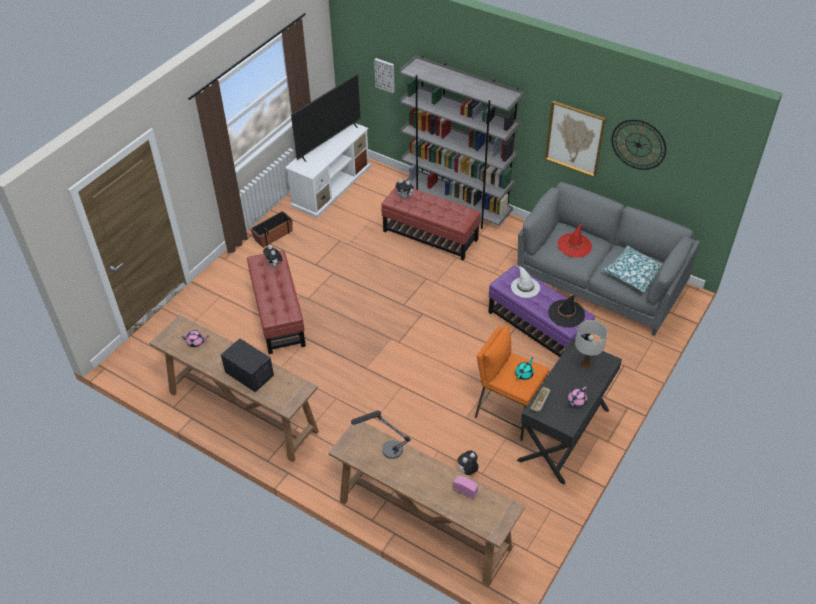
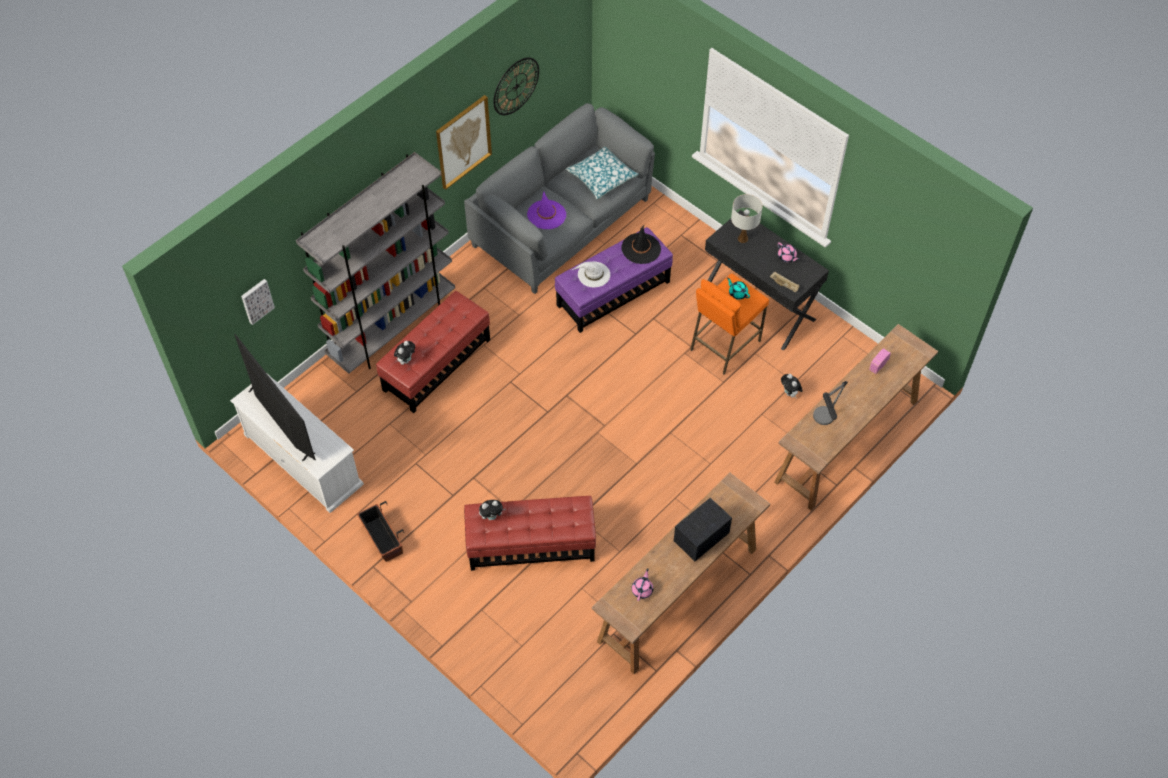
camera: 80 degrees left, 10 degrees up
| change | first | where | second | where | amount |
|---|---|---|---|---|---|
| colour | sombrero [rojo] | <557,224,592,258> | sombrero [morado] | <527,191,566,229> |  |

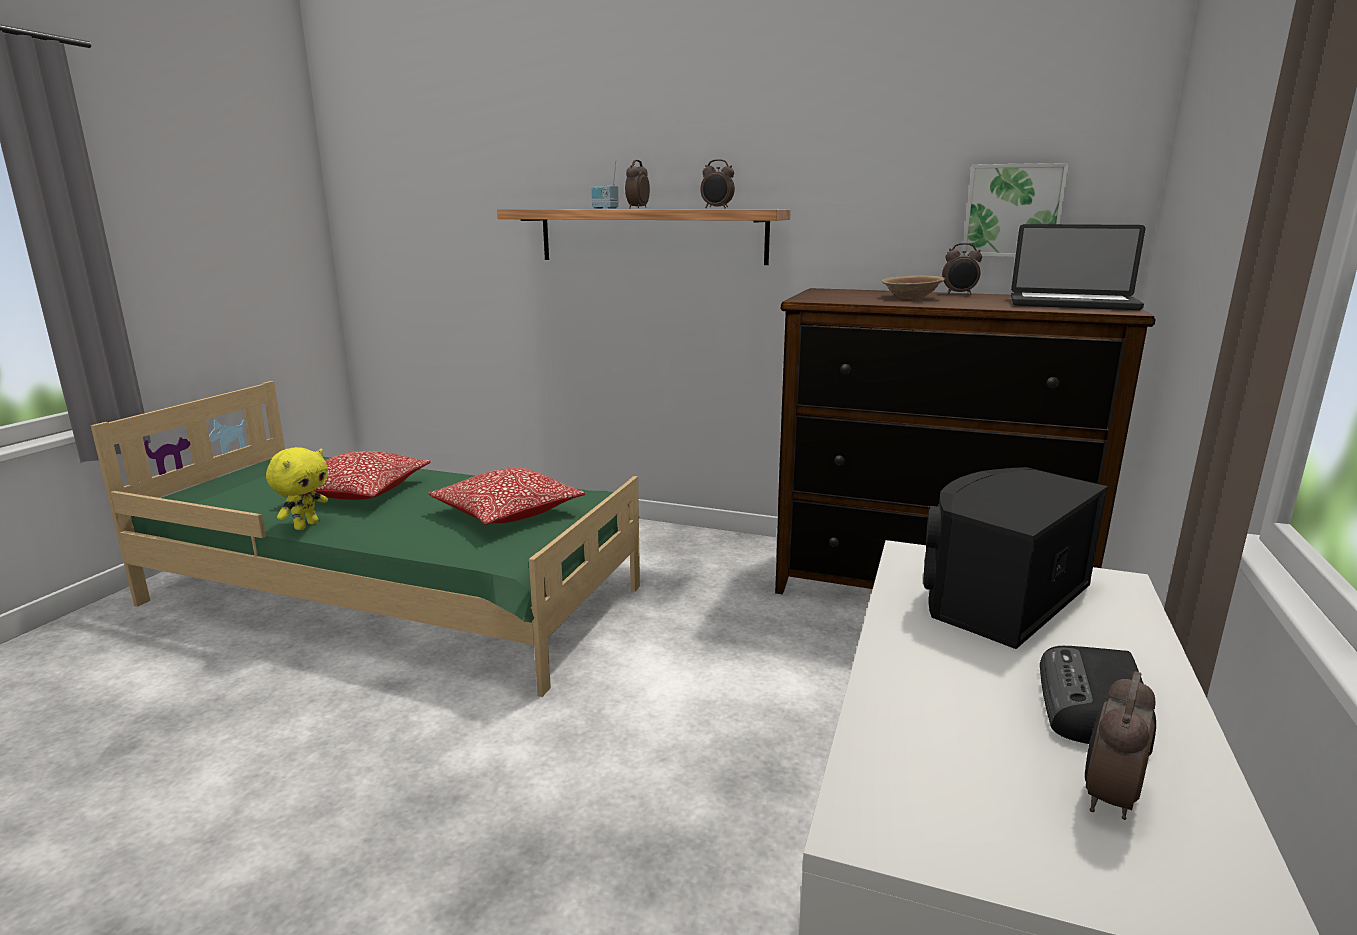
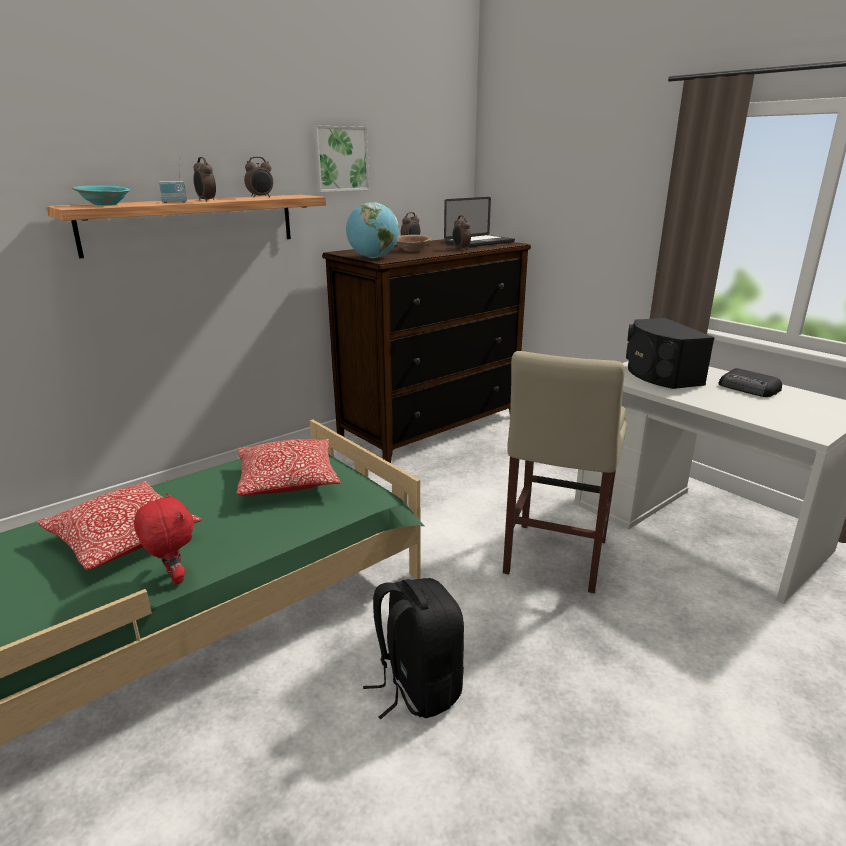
camera: 60 degrees left, 5 degrees up
| change | first | where | second | where | amount |
|---|---|---|---|---|---|
| colour | peluche [amarillo] | <266,447,328,530> | peluche [rojo] | <134,493,194,585> |  |
| relocated | cuadro | <962,163,1069,257> |  | <312,125,369,192> |  |
| relocated | despertador | <1085,671,1155,820> |  | <452,215,471,250> |  |
| appeared |  |  | cuenco [turquesa] | <72,185,130,206> |  |
| appeared |  |  | globo terráqueo | <346,202,399,258> |  |
| appeared |  |  | mochila [negro] | <363,578,464,720> |  |
| appeared |  |  | taburete [beis] | <503,351,627,593> |  |

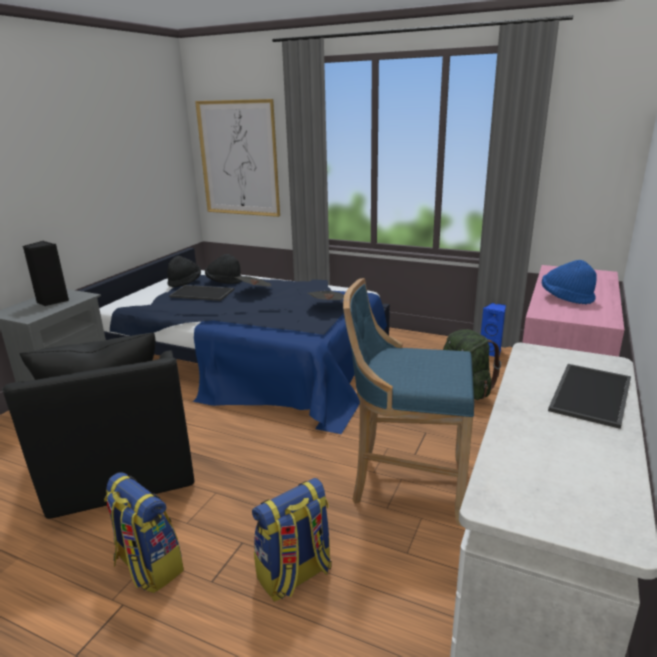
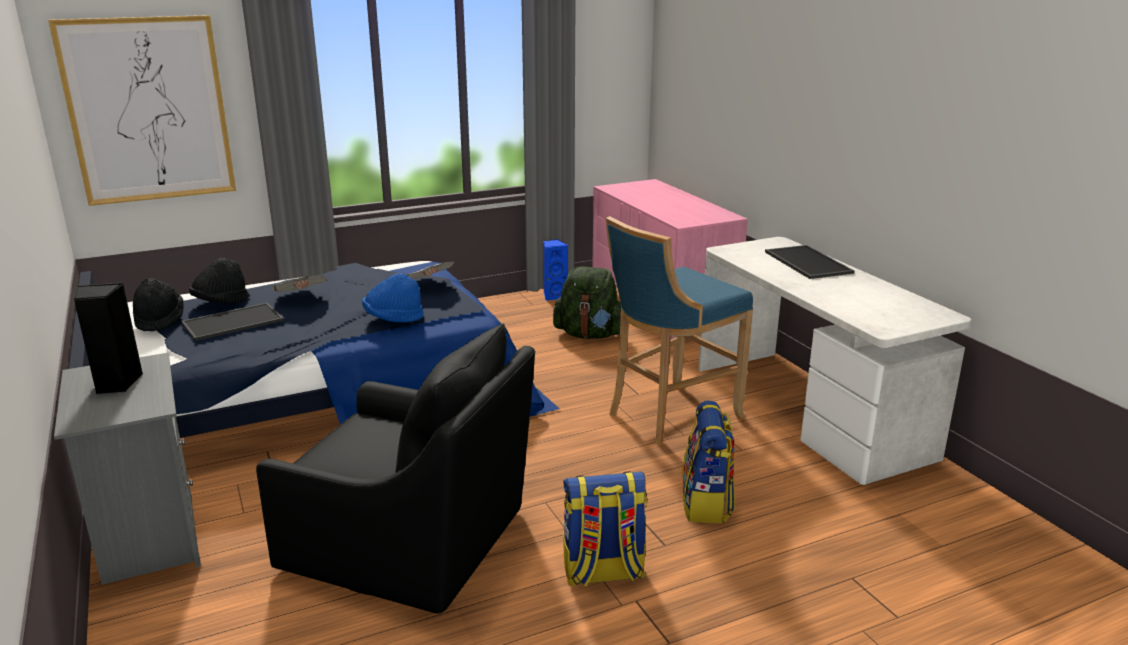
camera: 50 degrees left, 0 degrees up
| change | first | where | second | where | amount |
|---|---|---|---|---|---|
| relocated | sombrero [azul] | <541,260,597,305> |  | <362,273,424,322> |  |

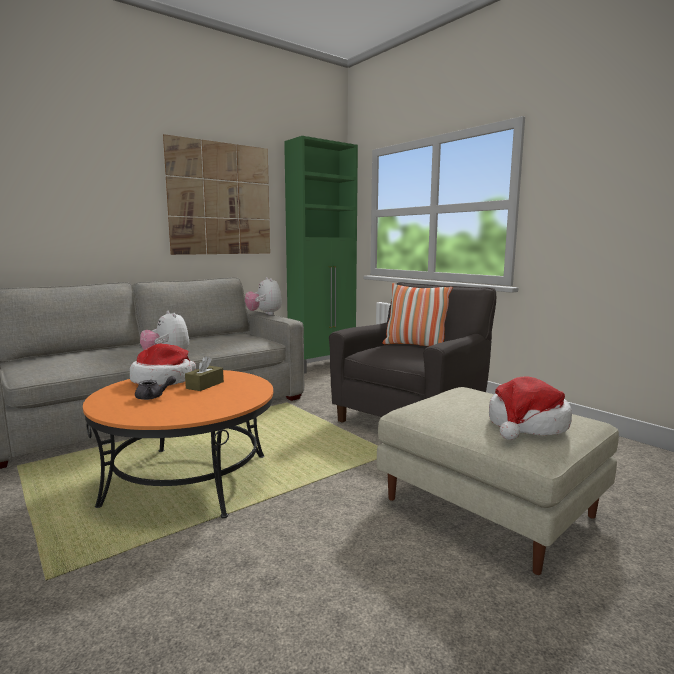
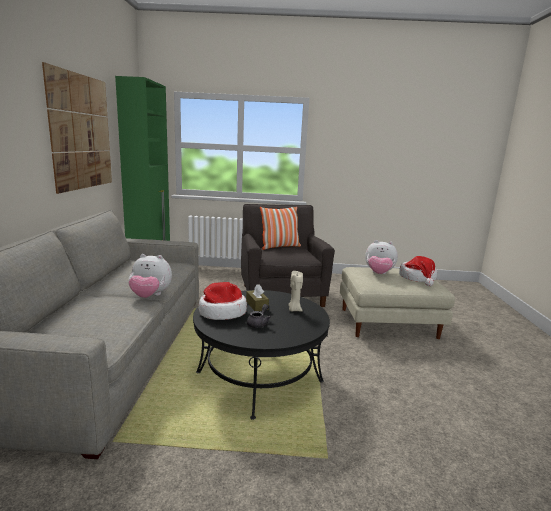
camera: 50 degrees left, 5 degrees up
| change | first | where | second | where | amount |
|---|---|---|---|---|---|
| colour | mesa de centro [naranja] | <83,370,273,518> | mesa de centro [negro] | <193,290,330,420> |  |
| relocated | peluche | <245,277,282,315> |  | <365,240,398,274> |  |
| appeared |  |  | vela [beis] | <288,271,303,311> |  |

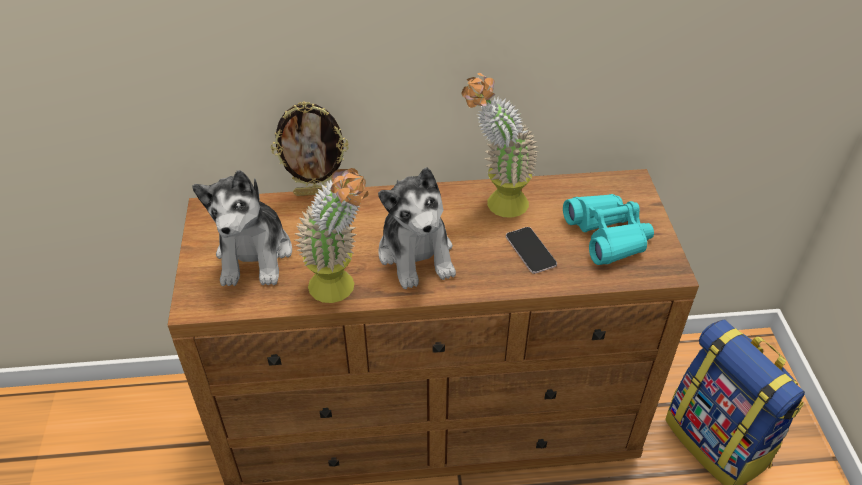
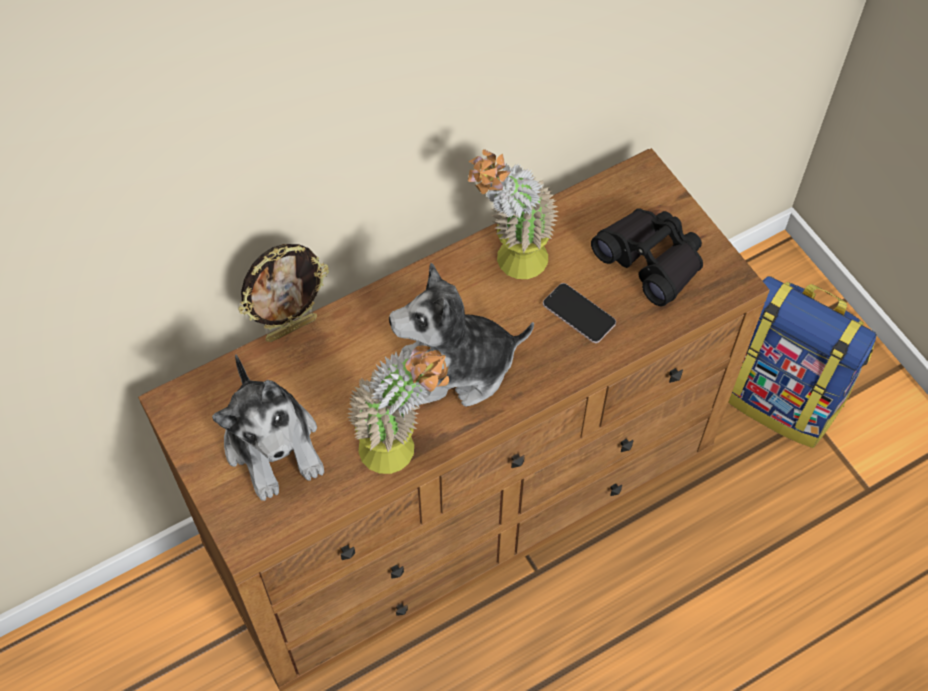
camera: 25 degrees left, 15 degrees up
| change | first | where | second | where | amount |
|---|---|---|---|---|---|
| spun | peluche | <378,167,456,289> |  | <389,263,534,407> | 120 degrees clockwise |
| colour | prismáticos [turquesa] | <563,194,654,265> | prismáticos [negro] | <591,208,703,306> |  |

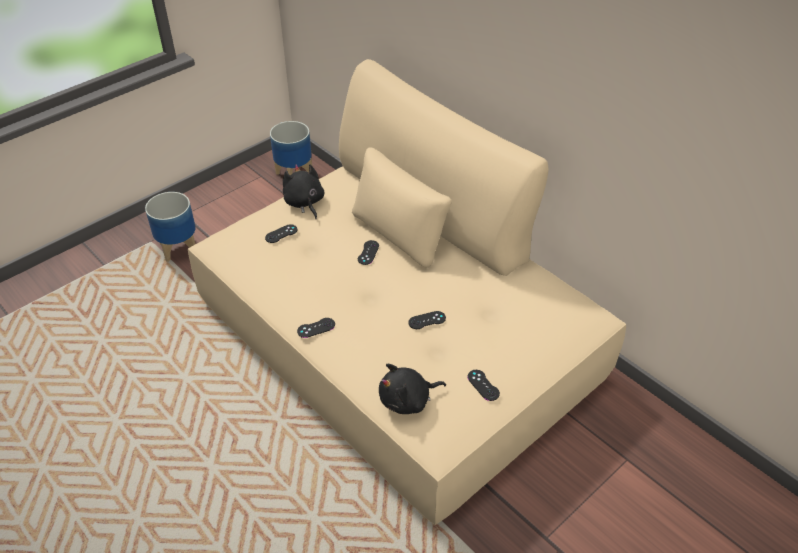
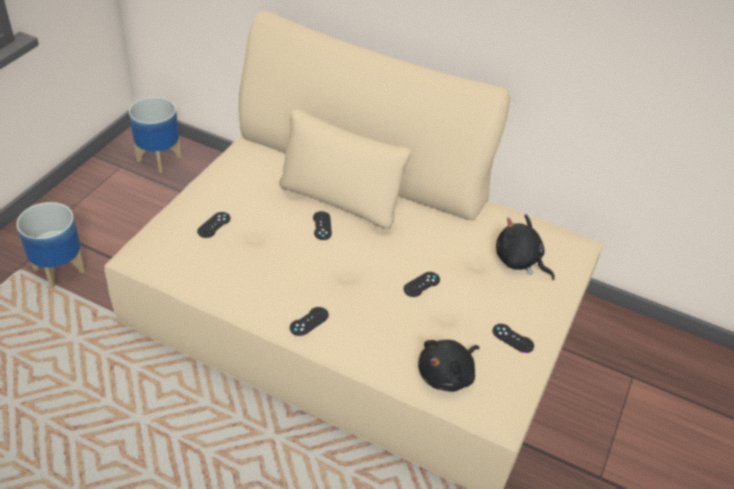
camera: 25 degrees left, 0 degrees up
| change | first | where | second | where | amount |
|---|---|---|---|---|---|
| relocated | peluche [negro] | <283,164,324,219> |  | <496,214,555,280> |  |

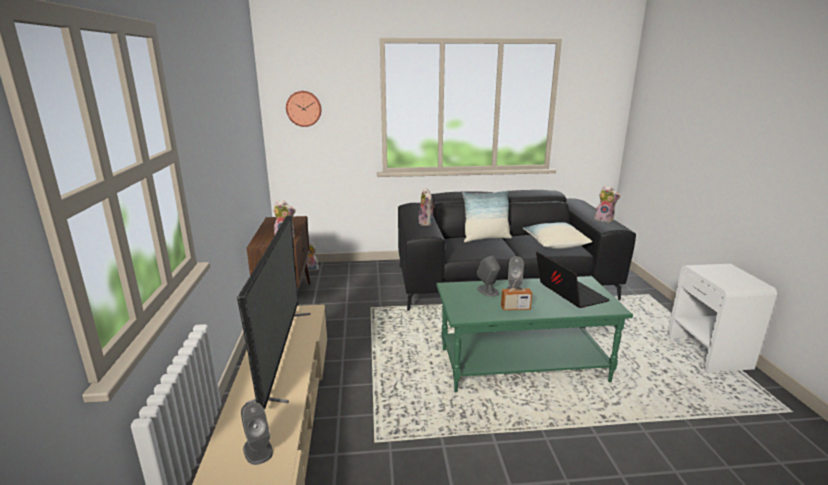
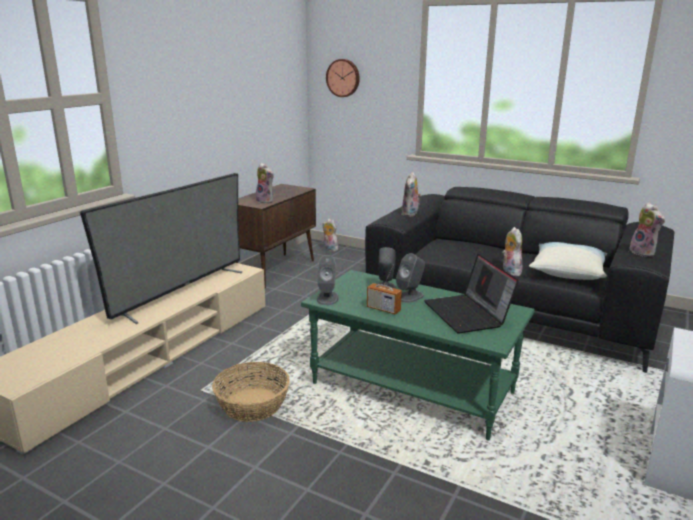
camera: 35 degrees right, 0 degrees up
| change | first | where | second | where | amount |
|---|---|---|---|---|---|
| relocated | altavoz [gris] | <241,402,273,465> |  | <317,255,338,305> |  |
| missing | cojín | <462,190,512,242> |  |  |  |
| spun | portátil | <536,252,610,308> |  | <424,254,519,333> | 150 degrees clockwise |
| appeared |  |  | cesta | <212,362,290,422> |  |
| appeared |  |  | peluche | <502,227,522,276> |  |

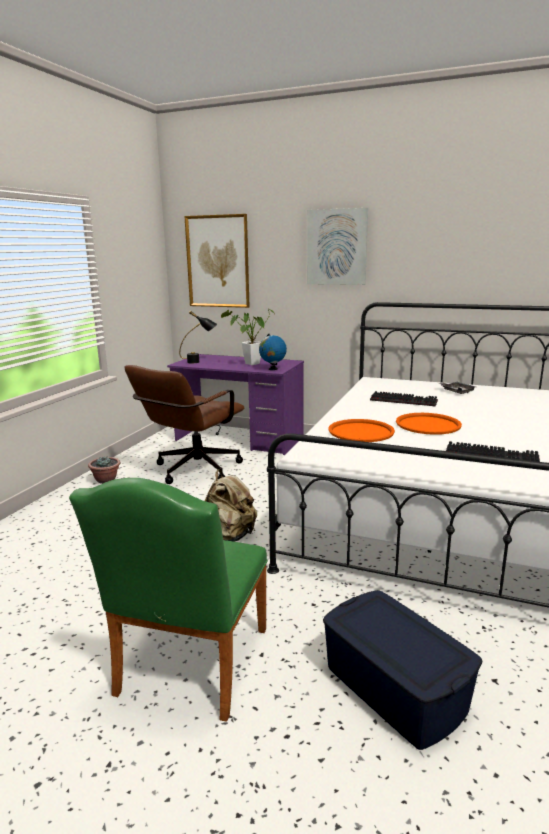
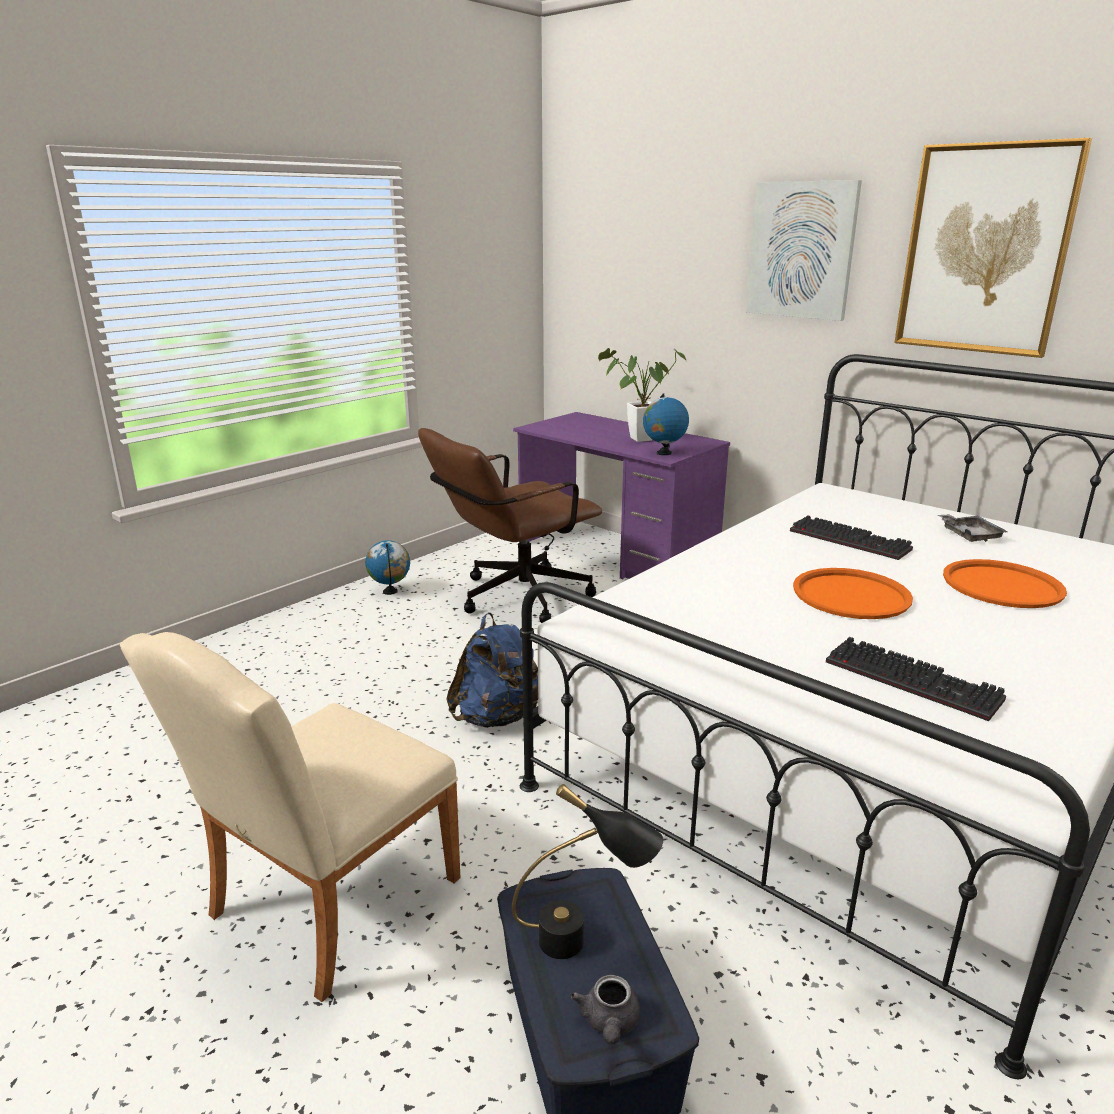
camera: 20 degrees right, 5 degrees up
| change | first | where | second | where | amount |
|---|---|---|---|---|---|
| colour | silla [verde] | <69,478,268,722> | silla [beis] | <120,632,460,1002> |  |
| exchanged | planta en maceta | <88,457,120,484> | globo terráqueo | <365,540,410,595> |  |
| relocated | lámpara de mesa [negro] | <179,311,217,363> |  | <512,784,663,959> |  |
| relocated | cuadro | <184,214,250,308> |  | <894,138,1092,358> |  |
| colour | mochila [beis] | <205,469,257,542> | mochila [azul] | <446,613,538,728> |  |
| relocated | bandeja [naranja] | <329,419,395,442> |  | <943,559,1067,608> |  |
| appeared |  |  | tetera [gris] | <571,975,640,1045> |  |

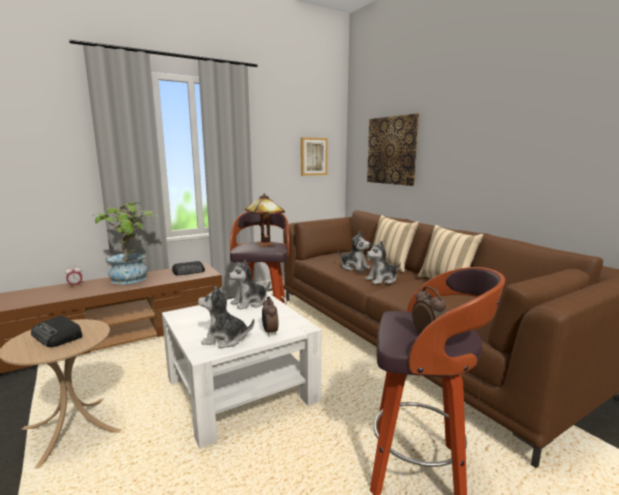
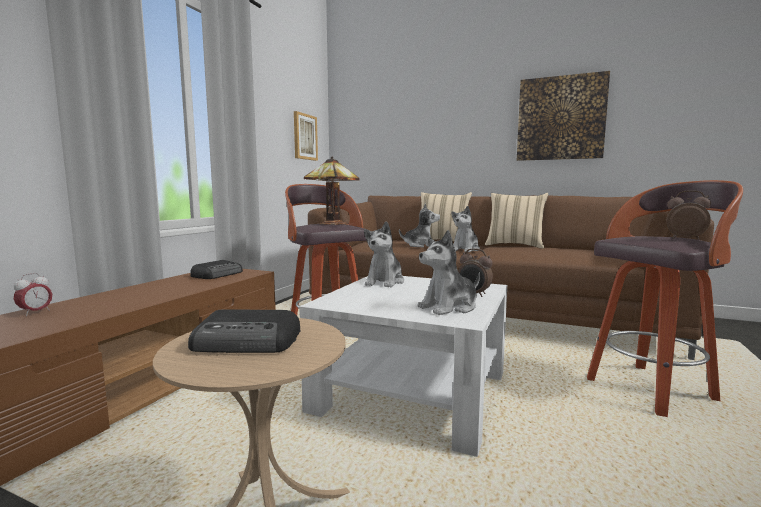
camera: 35 degrees left, 5 degrees down
| change | first | where | second | where | amount |
|---|---|---|---|---|---|
| missing | planta en maceta | <95,202,159,284> |  |  |  |
| relocated | cuadro | <367,114,419,186> |  | <517,71,610,161> |  |

